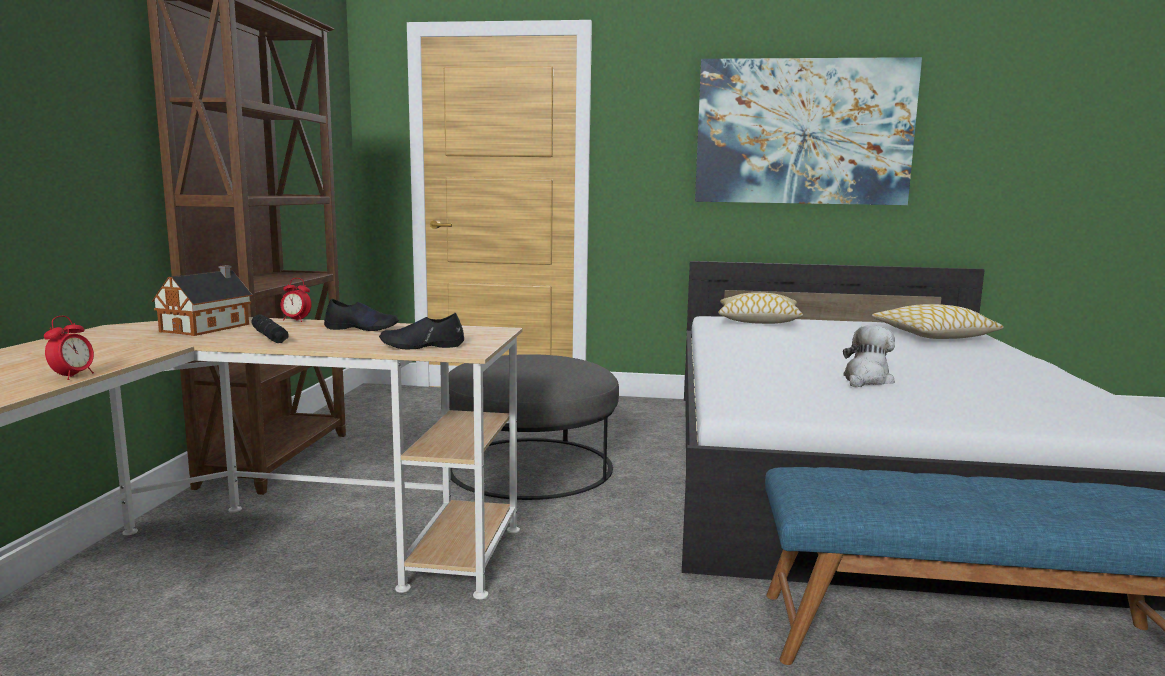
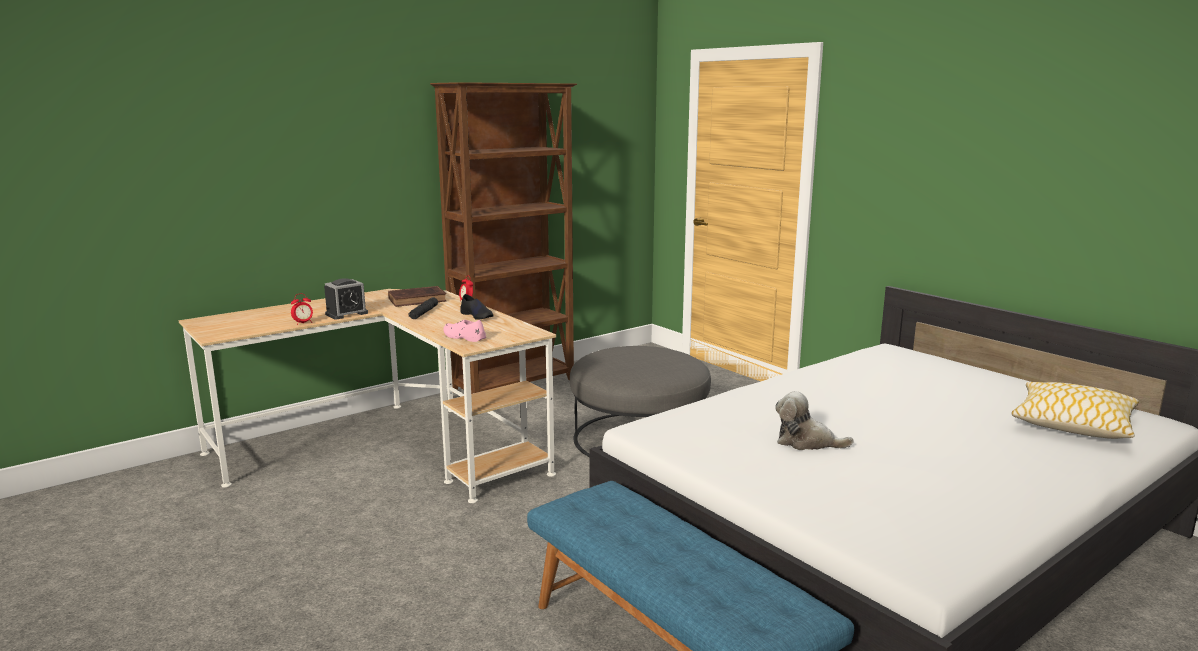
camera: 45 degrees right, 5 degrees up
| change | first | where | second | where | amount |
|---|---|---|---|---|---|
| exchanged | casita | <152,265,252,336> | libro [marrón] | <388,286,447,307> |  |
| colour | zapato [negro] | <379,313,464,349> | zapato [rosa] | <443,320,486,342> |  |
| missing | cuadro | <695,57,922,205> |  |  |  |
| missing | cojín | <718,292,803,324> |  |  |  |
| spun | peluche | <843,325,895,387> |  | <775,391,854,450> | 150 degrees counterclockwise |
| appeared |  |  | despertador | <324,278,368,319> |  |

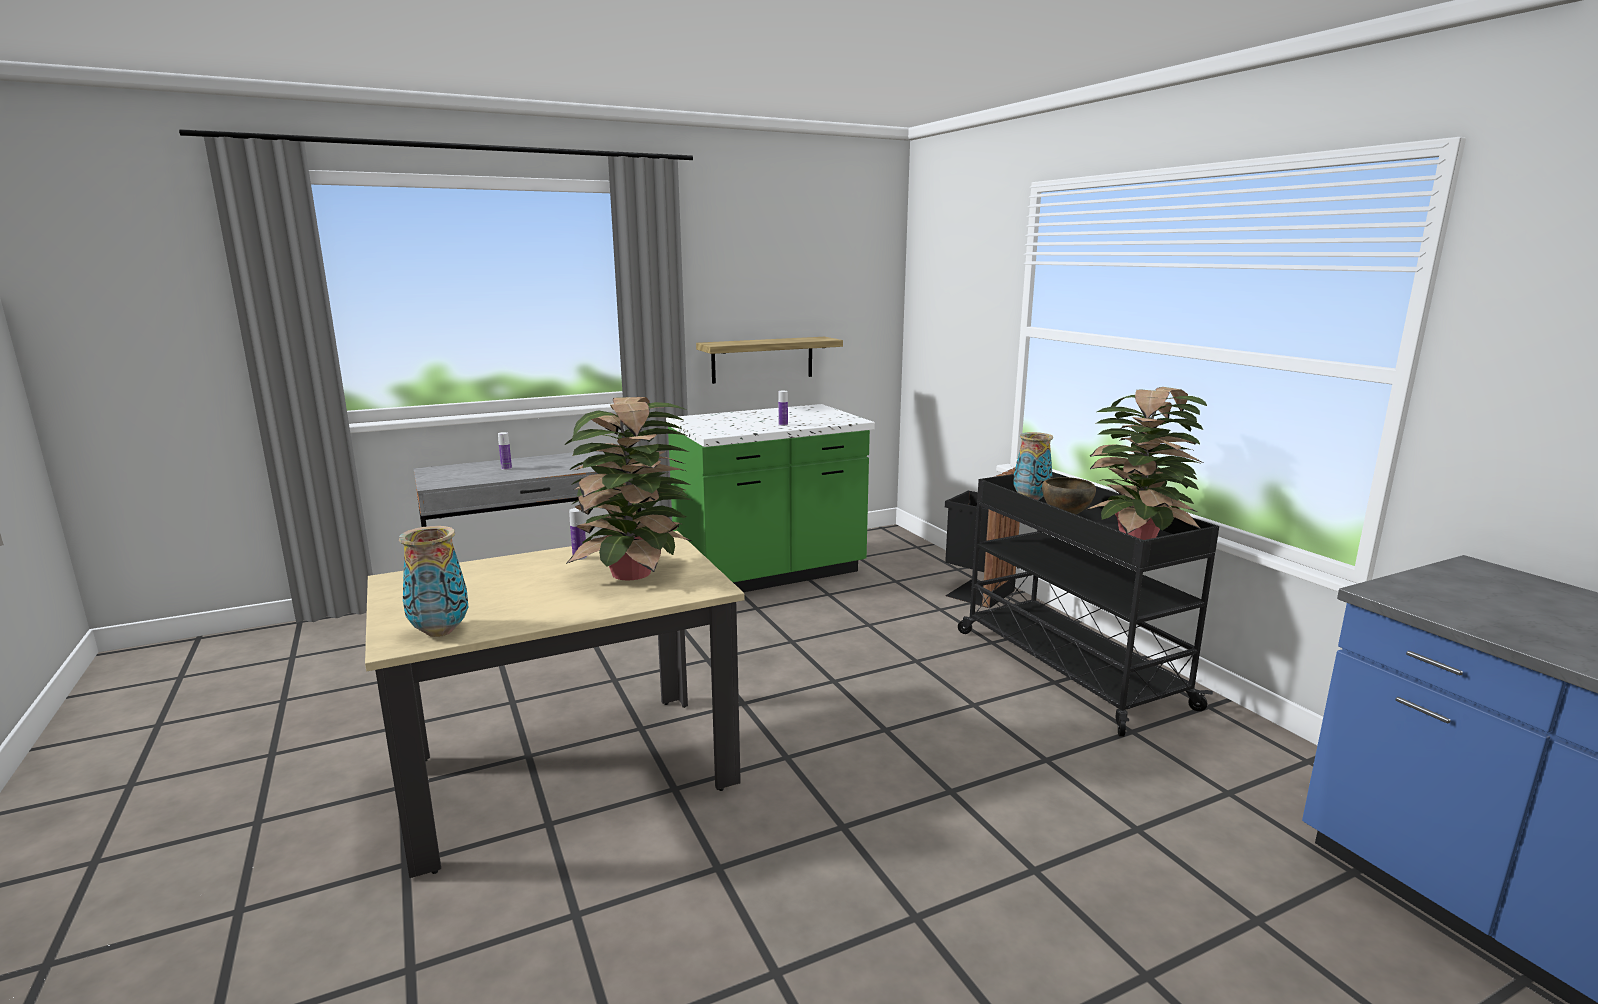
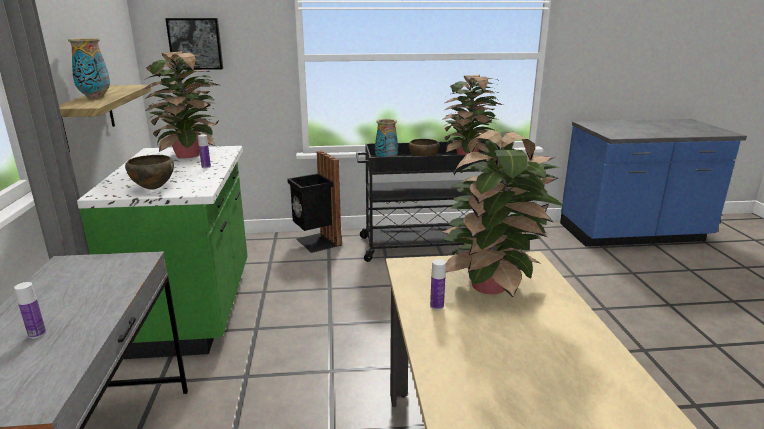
camera: 70 degrees left, 5 degrees up
| change | first | where | second | where | amount |
|---|---|---|---|---|---|
| relocated | florero | <399,526,468,637> |  | <68,38,110,98> |  |
| appeared |  |  | cuenco [marrón] | <125,155,174,190> |  |
| appeared |  |  | planta en maceta | <143,51,219,158> |  |
| appeared |  |  | cuadro | <165,18,223,70> |  |

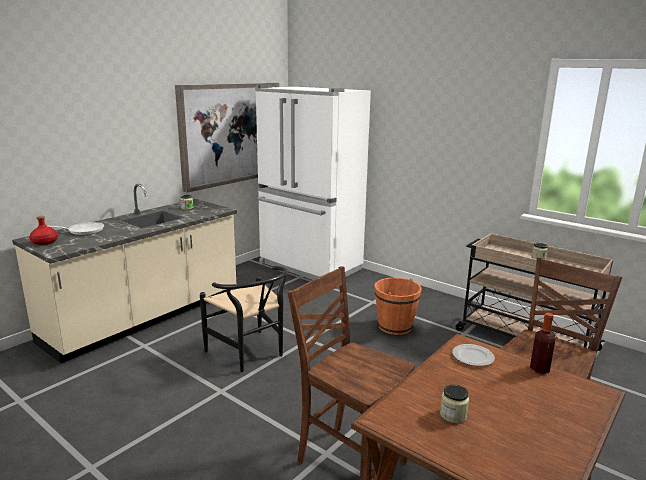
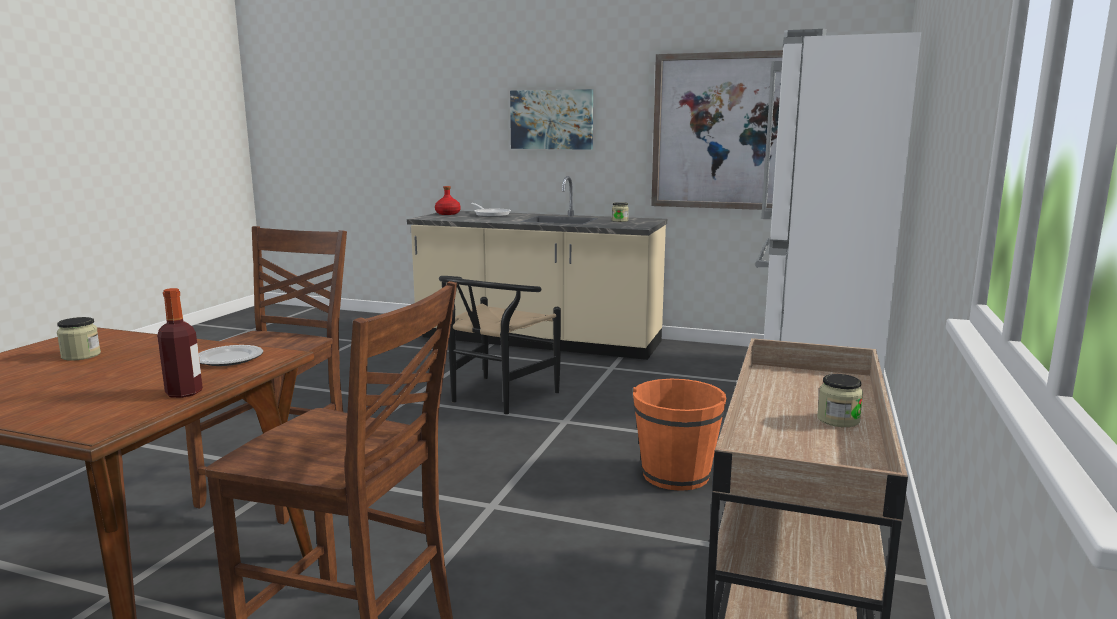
camera: 70 degrees right, 5 degrees down
| change | first | where | second | where | amount |
|---|---|---|---|---|---|
| appeared |  |  | cuadro | <510,89,593,150> |  |

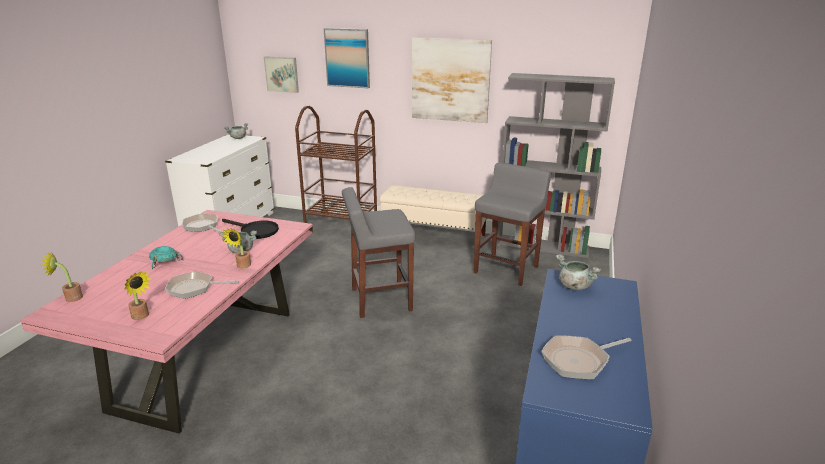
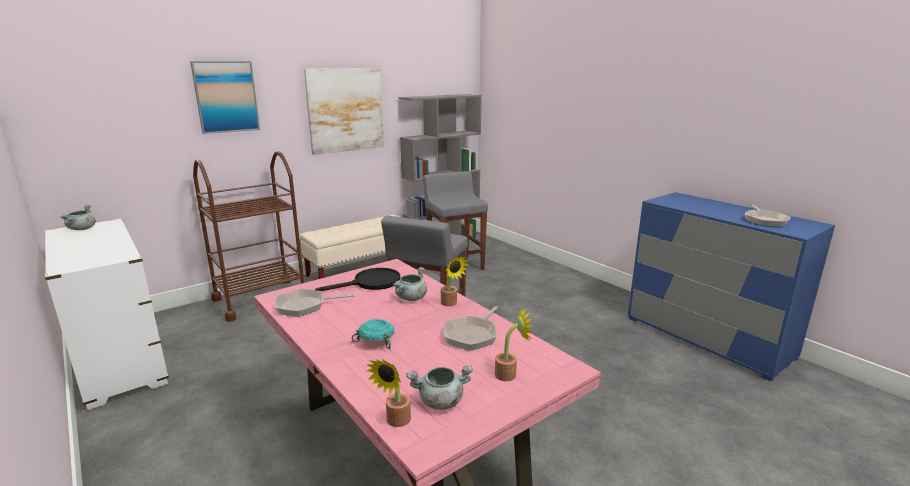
camera: 55 degrees left, 5 degrees down
| change | first | where | second | where | amount |
|---|---|---|---|---|---|
| missing | cuadro | <264,56,299,93> |  |  |  |
| relocated | olla [gris] | <556,254,601,290> |  | <406,365,473,410> |  |

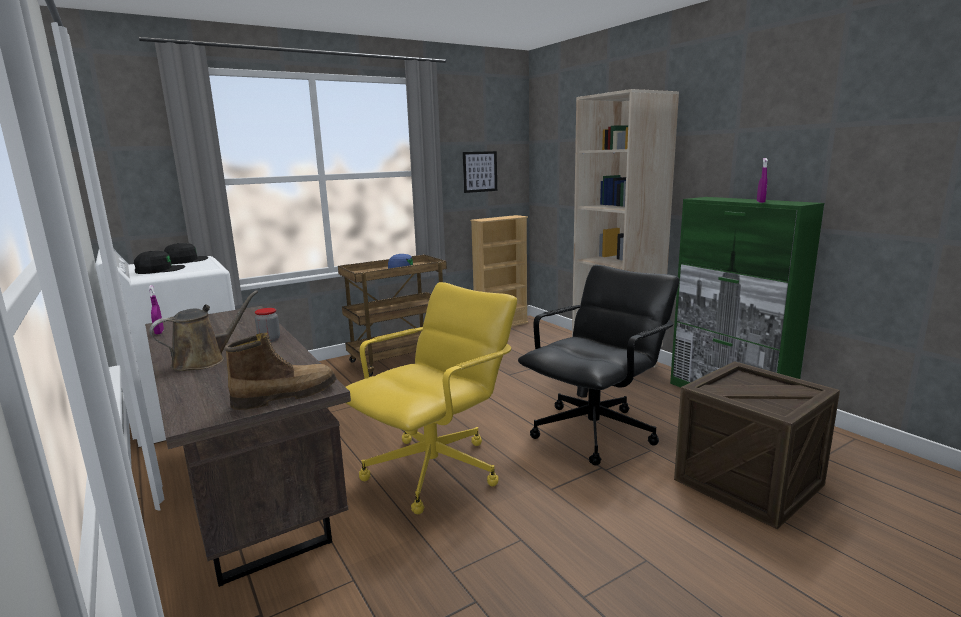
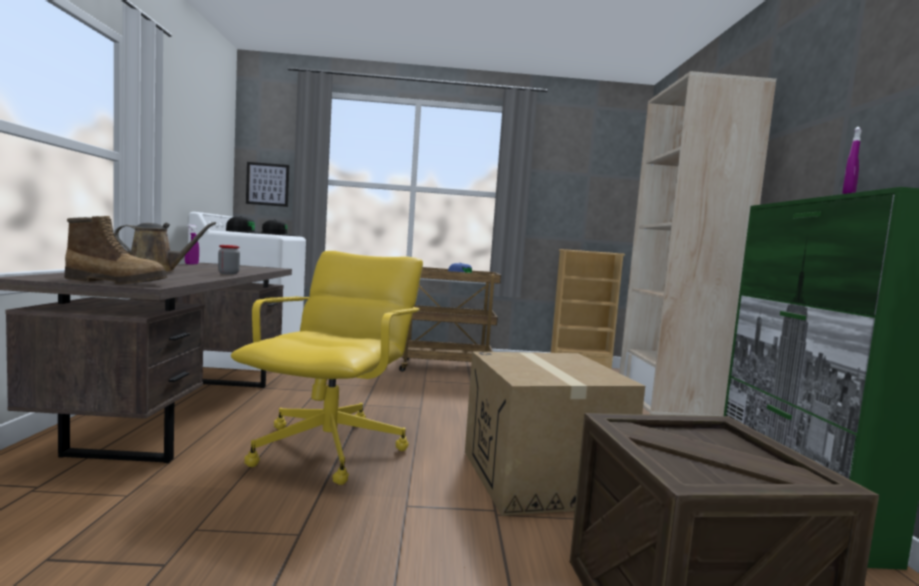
camera: 30 degrees right, 10 degrees down
| change | first | where | second | where | amount |
|---|---|---|---|---|---|
| spun | silla de oficina [amarillo] | <346,282,517,514> |  | <231,251,423,485> | 60 degrees counterclockwise |
| relocated | cuadro | <463,151,497,193> |  | <246,162,289,207> |  |
| exchanged | silla de oficina [negro] | <518,265,680,466> | caja de cartón | <465,351,645,516> |  |

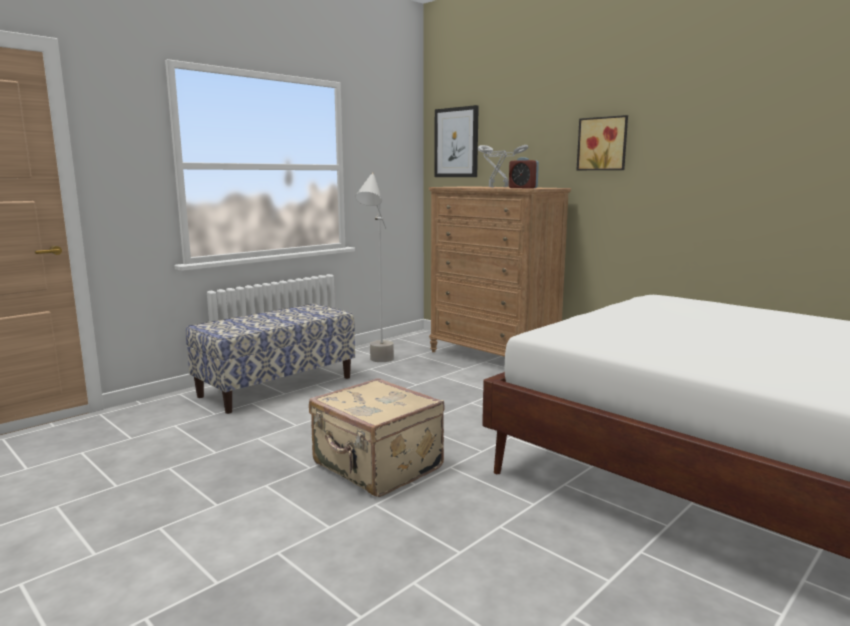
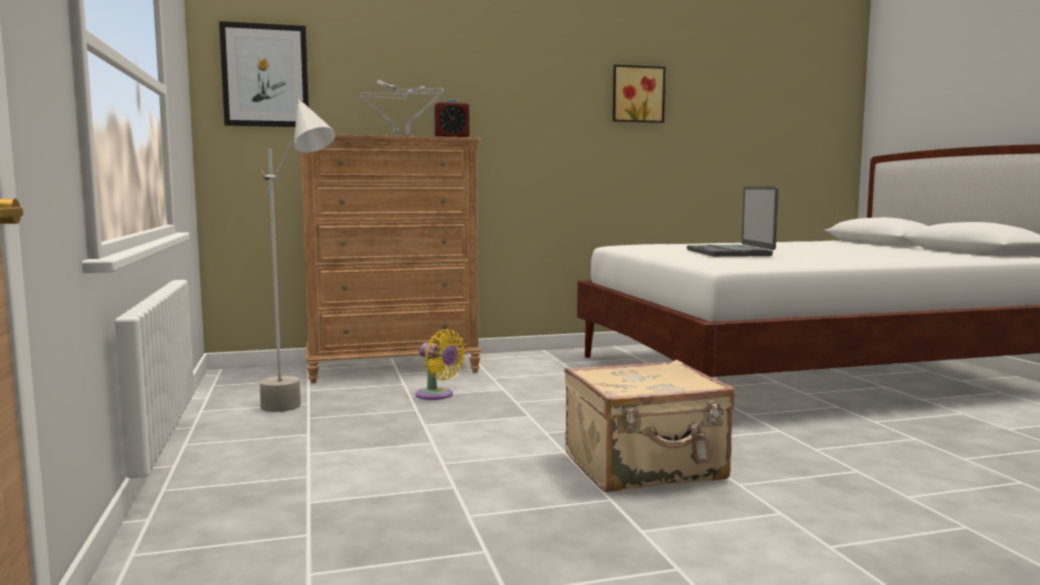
camera: 60 degrees left, 5 degrees down
| change | first | where | second | where | amount |
|---|---|---|---|---|---|
| missing | banco | <186,303,355,414> |  |  |  |
| relocated | cuadro | <577,115,628,170> |  | <613,65,666,123> |  |
| appeared |  |  | ventilador [amarillo] | <416,329,465,400> |  |
| appeared |  |  | portátil | <687,186,779,257> |  |

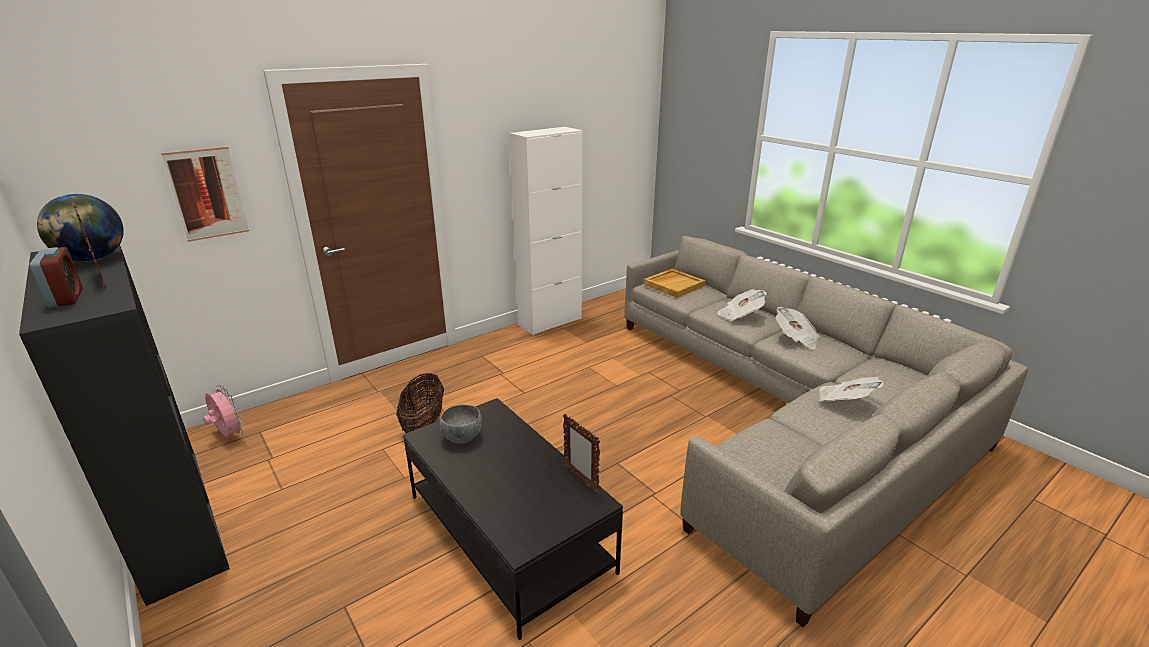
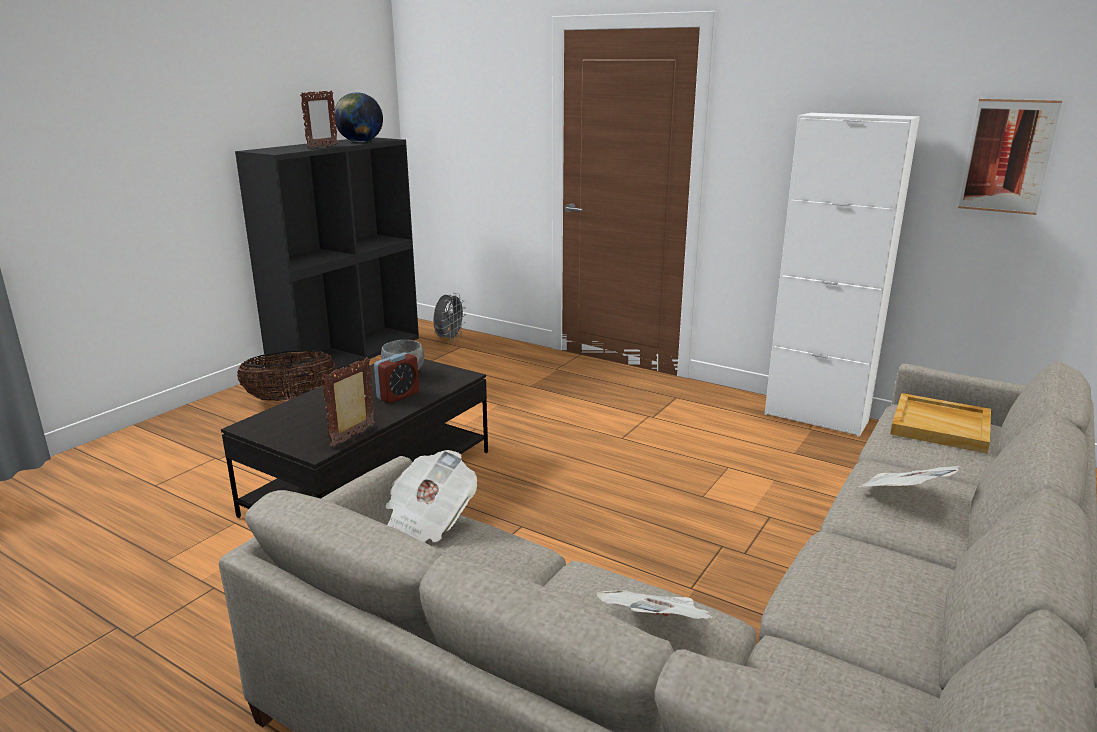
camera: 70 degrees right, 5 degrees down
| change | first | where | second | where | amount |
|---|---|---|---|---|---|
| relocated | despertador | <30,247,83,308> |  | <374,352,419,403> |  |
| relocated | cuadro | <161,147,249,242> |  | <958,99,1062,215> |  |
| colour | ventilador [rosa] | <203,385,245,438> | ventilador [gris] | <433,293,466,342> |  |
| relocated | cesta | <396,373,444,433> |  | <237,350,335,401> |  |
| relocated | periódico | <776,307,820,349> |  | <385,450,477,542> |  |

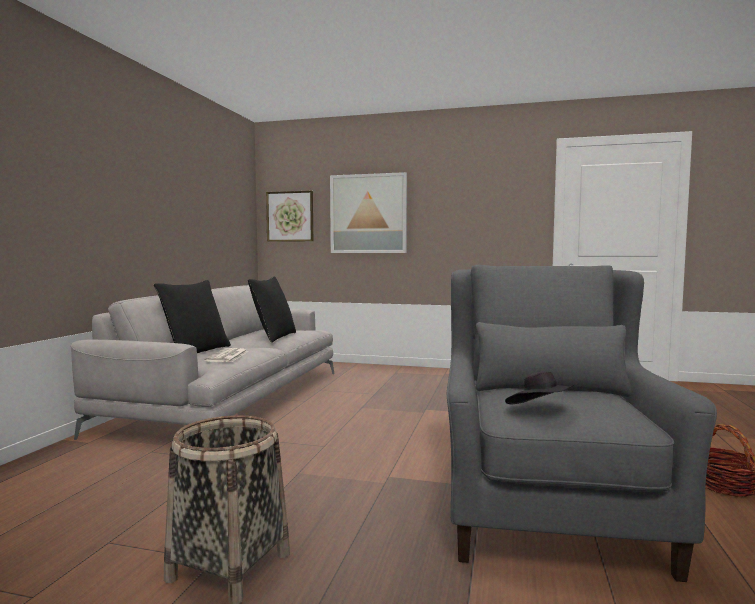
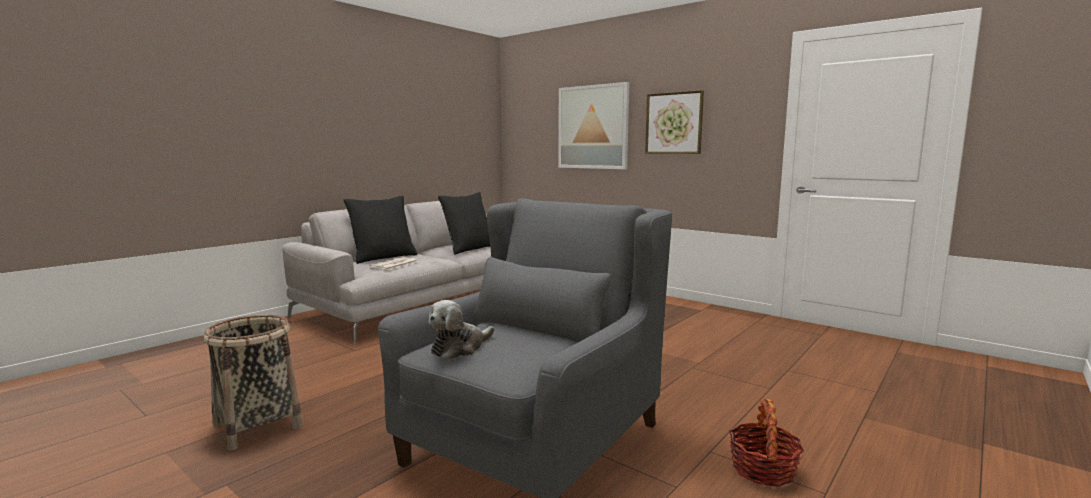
camera: 25 degrees right, 5 degrees up
| change | first | where | second | where | amount |
|---|---|---|---|---|---|
| relocated | cuadro | <266,191,313,242> |  | <645,90,704,154> |  |
| exchanged | sombrero [negro] | <505,371,574,404> | peluche | <428,300,494,360> |  |

